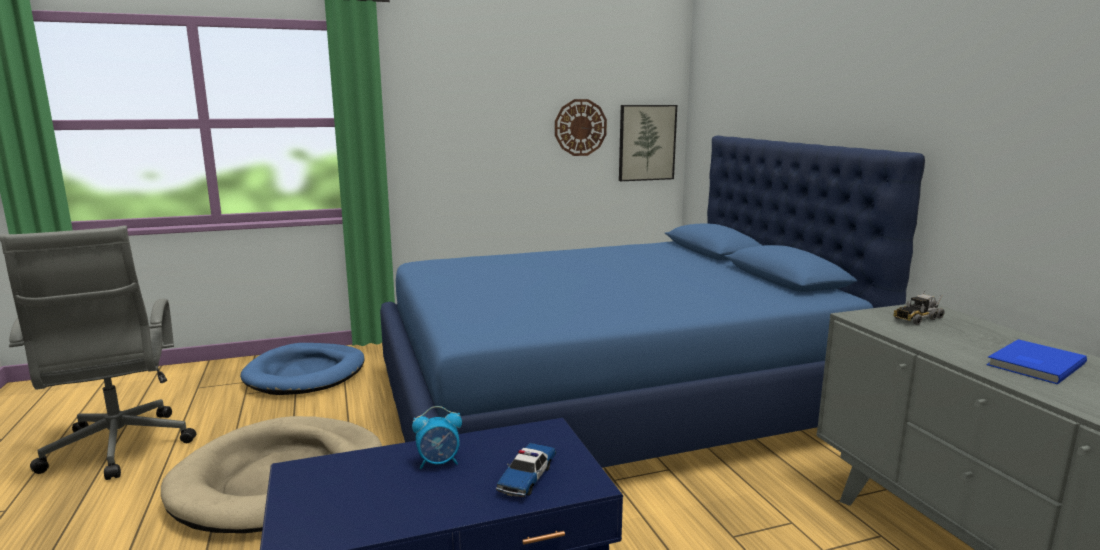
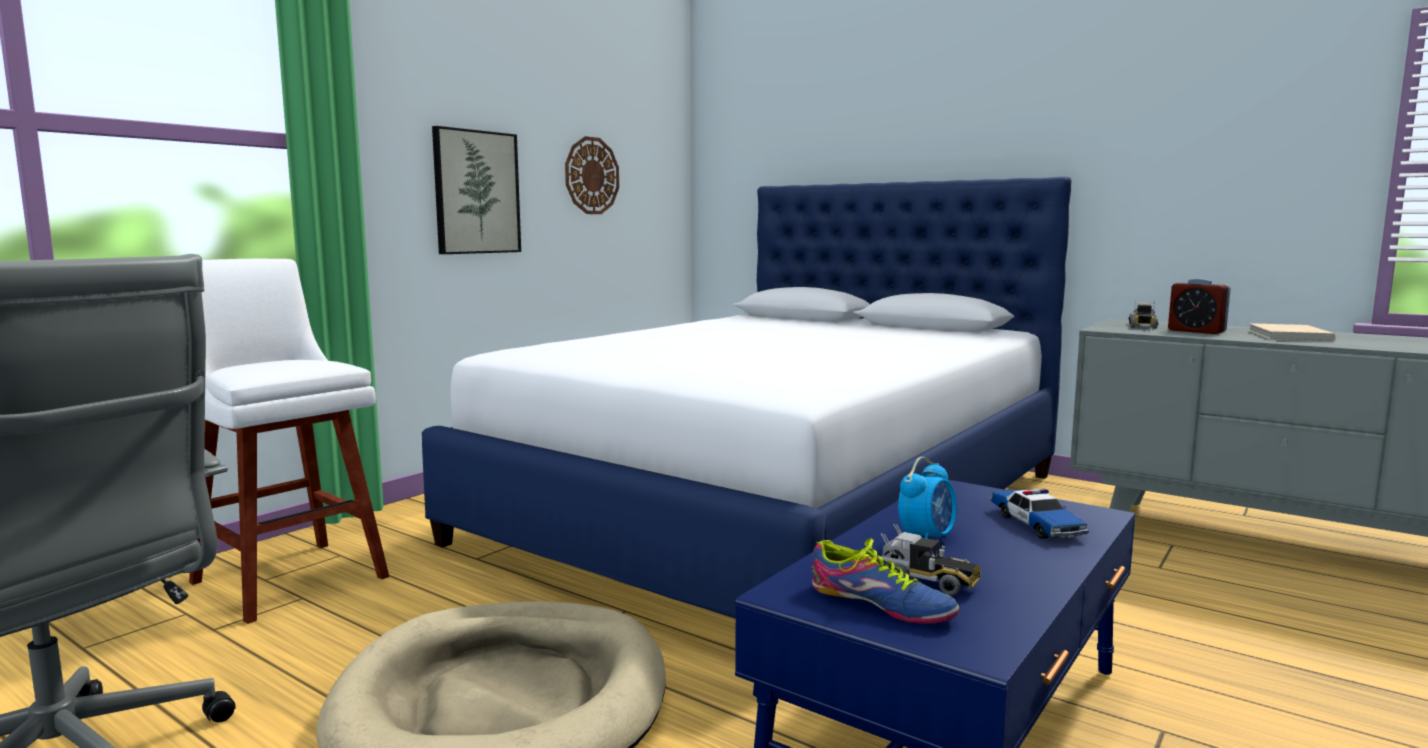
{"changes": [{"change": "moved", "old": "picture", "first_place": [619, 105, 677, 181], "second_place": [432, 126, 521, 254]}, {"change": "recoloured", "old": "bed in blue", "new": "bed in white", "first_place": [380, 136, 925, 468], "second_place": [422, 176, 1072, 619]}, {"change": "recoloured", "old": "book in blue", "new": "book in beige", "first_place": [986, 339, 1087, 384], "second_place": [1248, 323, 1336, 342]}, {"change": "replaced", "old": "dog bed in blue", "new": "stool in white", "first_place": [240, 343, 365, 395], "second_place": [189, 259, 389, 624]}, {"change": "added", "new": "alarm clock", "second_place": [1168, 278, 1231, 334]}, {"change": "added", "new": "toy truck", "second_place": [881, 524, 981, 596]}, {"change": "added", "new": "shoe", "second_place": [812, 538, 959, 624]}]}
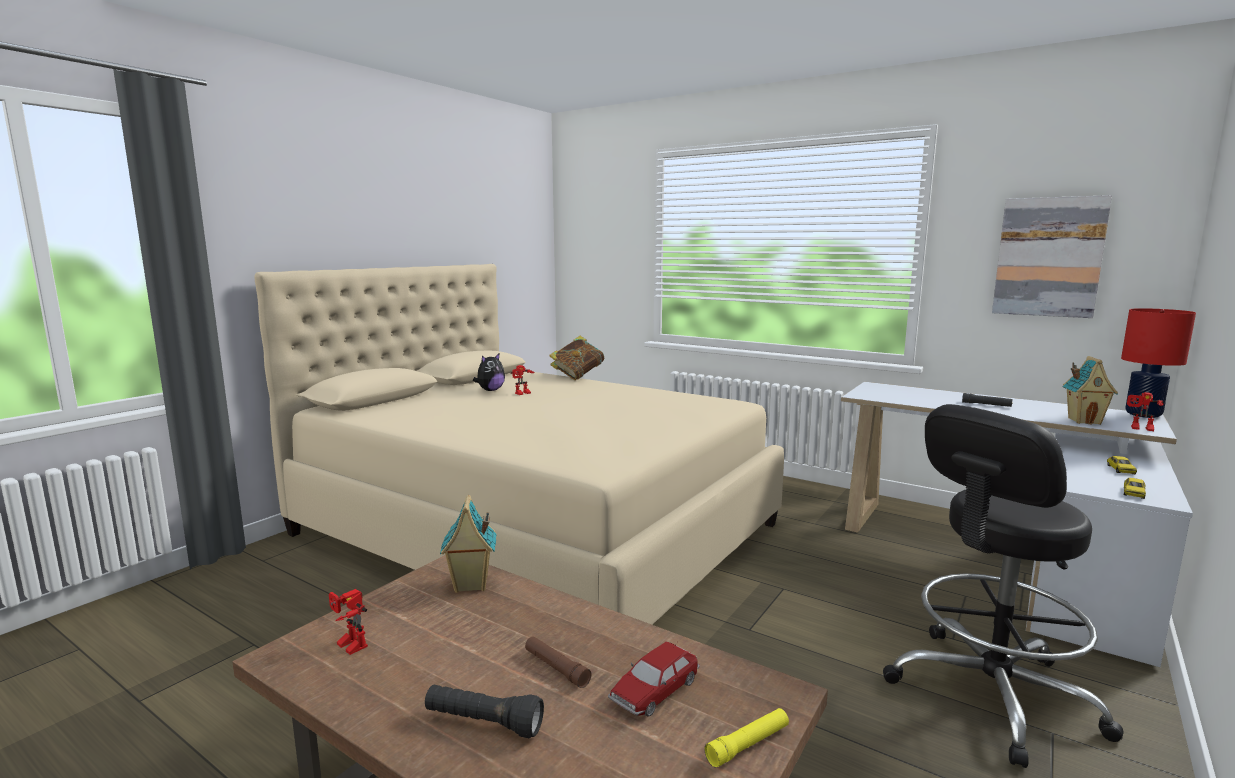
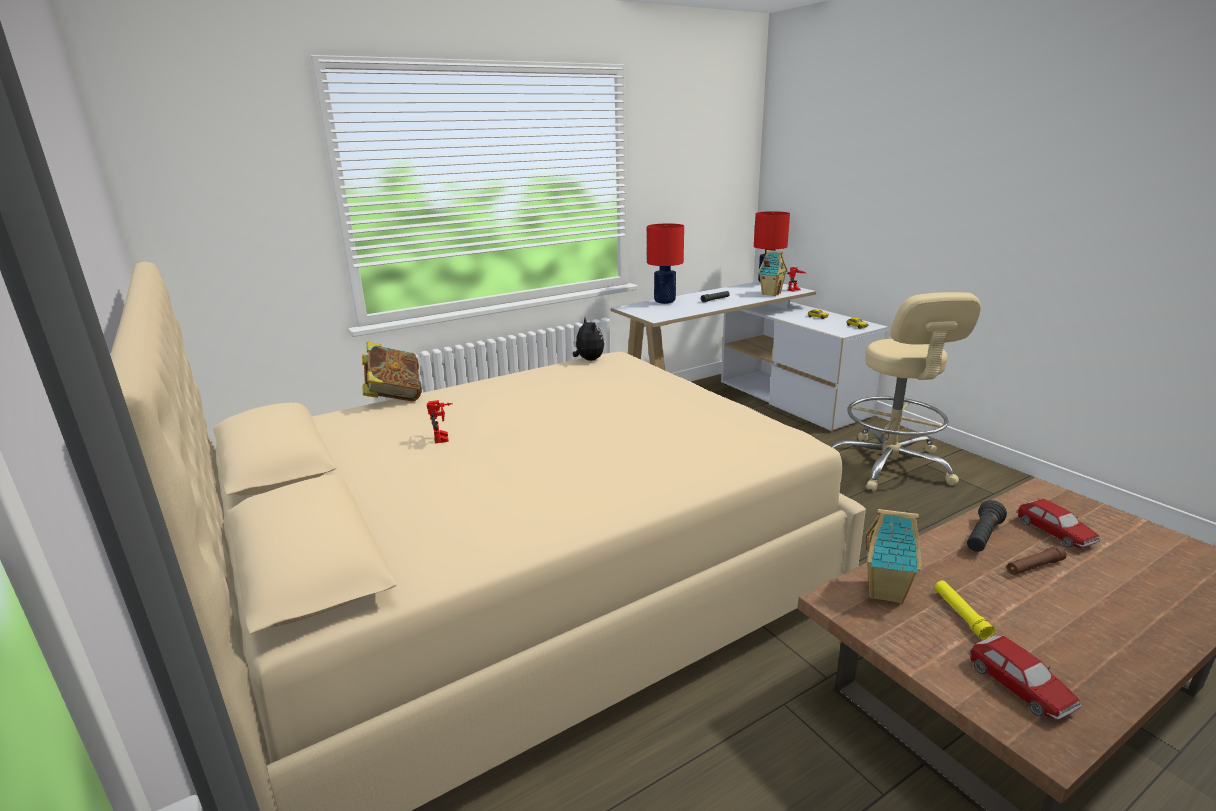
{"changes": [{"change": "removed", "old": "picture", "first_place": [992, 195, 1112, 318]}, {"change": "moved", "old": "plush toy", "first_place": [473, 353, 505, 391], "second_place": [572, 318, 604, 361]}, {"change": "recoloured", "old": "stool in black", "new": "stool in beige", "first_place": [883, 404, 1123, 768], "second_place": [831, 292, 981, 491]}, {"change": "replaced", "old": "toy robot", "new": "toy car", "first_place": [329, 589, 368, 655], "second_place": [968, 635, 1082, 720]}, {"change": "moved", "old": "flashlight in black", "first_place": [425, 685, 544, 738], "second_place": [967, 500, 1007, 552]}, {"change": "moved", "old": "flashlight in yellow", "first_place": [704, 708, 789, 768], "second_place": [935, 581, 995, 640]}, {"change": "added", "new": "table lamp in red", "second_place": [647, 223, 684, 304]}]}
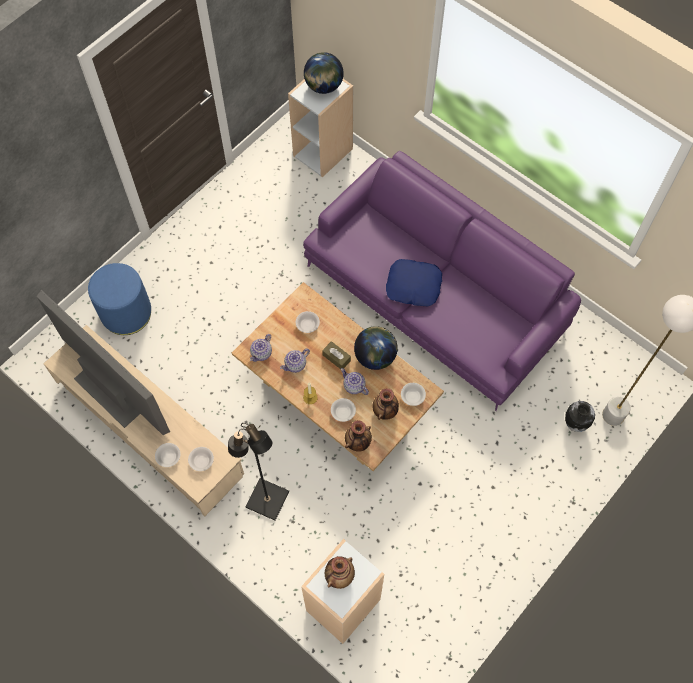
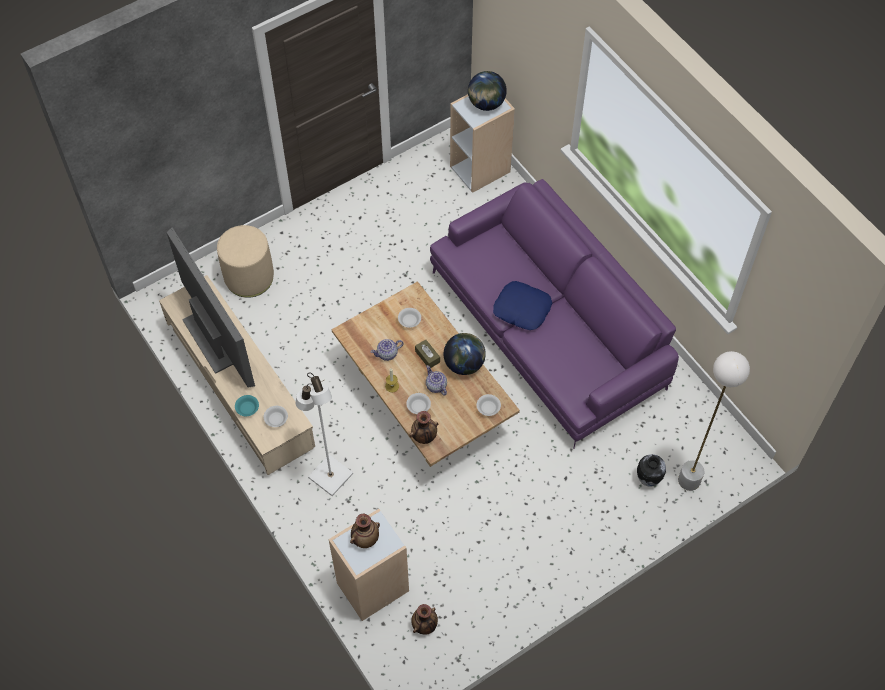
{"changes": [{"change": "recoloured", "old": "ottoman in blue", "new": "ottoman in beige", "first_place": [88, 263, 151, 335], "second_place": [217, 225, 274, 298]}, {"change": "removed", "old": "teapot", "first_place": [250, 334, 272, 362]}, {"change": "moved", "old": "vase", "first_place": [372, 388, 399, 420], "second_place": [411, 604, 438, 635]}, {"change": "recoloured", "old": "floor lamp in black", "new": "floor lamp in white", "first_place": [228, 423, 289, 520], "second_place": [296, 373, 353, 496]}, {"change": "recoloured", "old": "bowl in white", "new": "bowl in turquoise", "first_place": [155, 443, 181, 467], "second_place": [235, 395, 259, 416]}]}
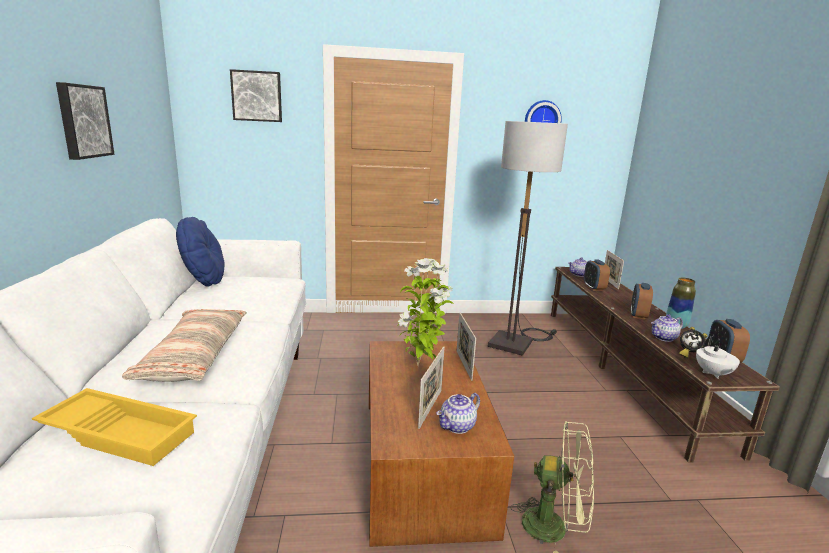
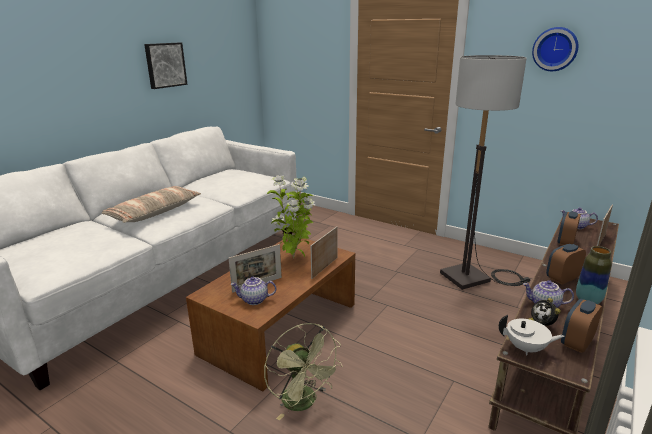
{"changes": [{"change": "removed", "old": "picture", "first_place": [230, 69, 282, 122]}, {"change": "removed", "old": "pillow in blue", "first_place": [176, 217, 225, 287]}, {"change": "turned", "old": "teapot in white", "first_place": [696, 336, 740, 379], "second_place": [499, 315, 565, 355], "degrees": -120}, {"change": "removed", "old": "tray in yellow", "first_place": [32, 388, 197, 466]}]}
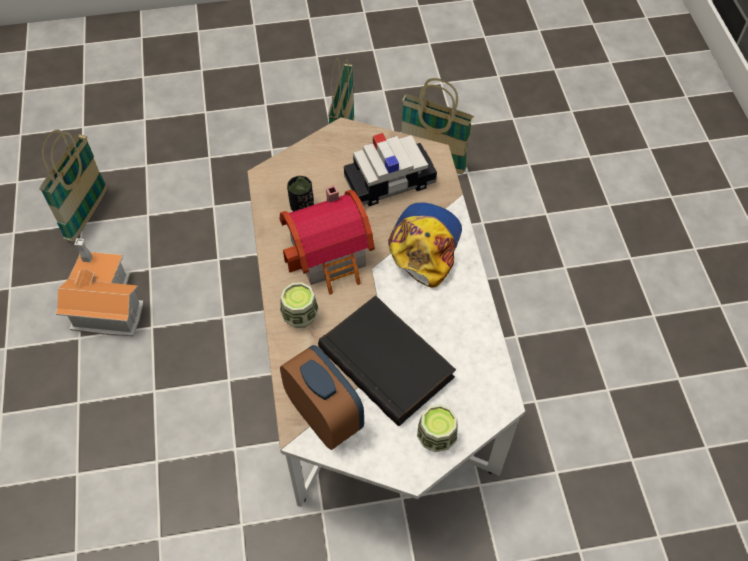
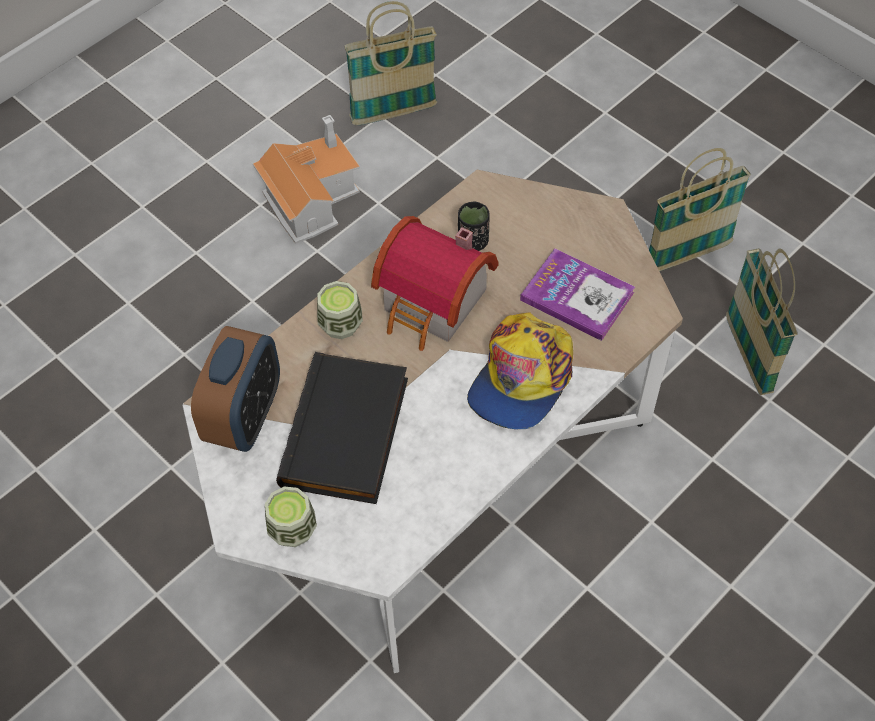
{"changes": [{"change": "replaced", "old": "toy car", "new": "book", "first_place": [344, 133, 437, 206], "second_place": [520, 248, 635, 341]}, {"change": "turned", "old": "cap", "first_place": [388, 203, 462, 287], "second_place": [467, 312, 573, 429], "degrees": 135}]}
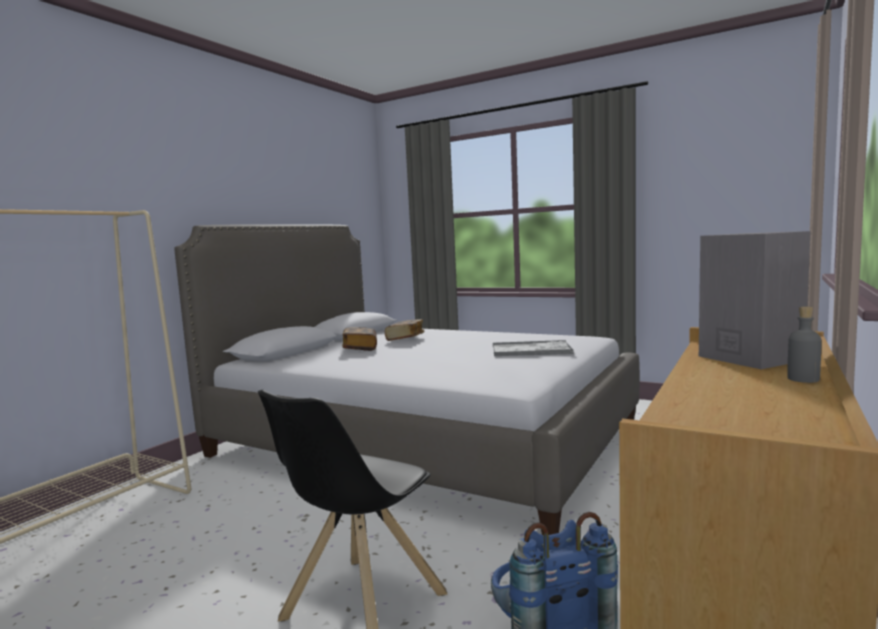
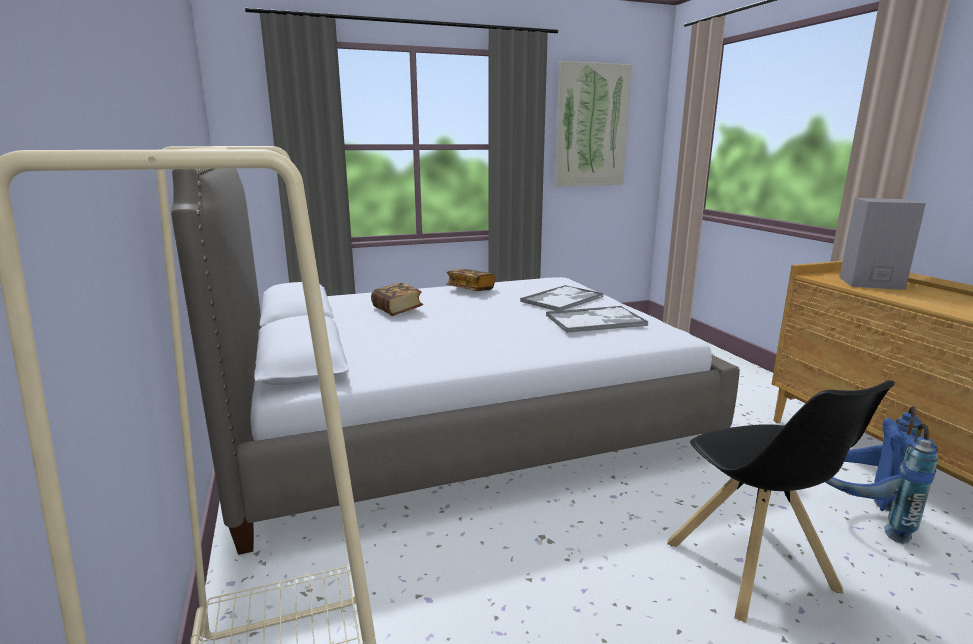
{"changes": [{"change": "removed", "old": "bottle in grey", "first_place": [787, 307, 822, 383]}, {"change": "moved", "old": "book", "first_place": [342, 327, 377, 351], "second_place": [446, 269, 495, 291]}, {"change": "added", "new": "picture", "second_place": [555, 61, 632, 186]}, {"change": "added", "new": "tray", "second_place": [546, 306, 648, 333]}]}
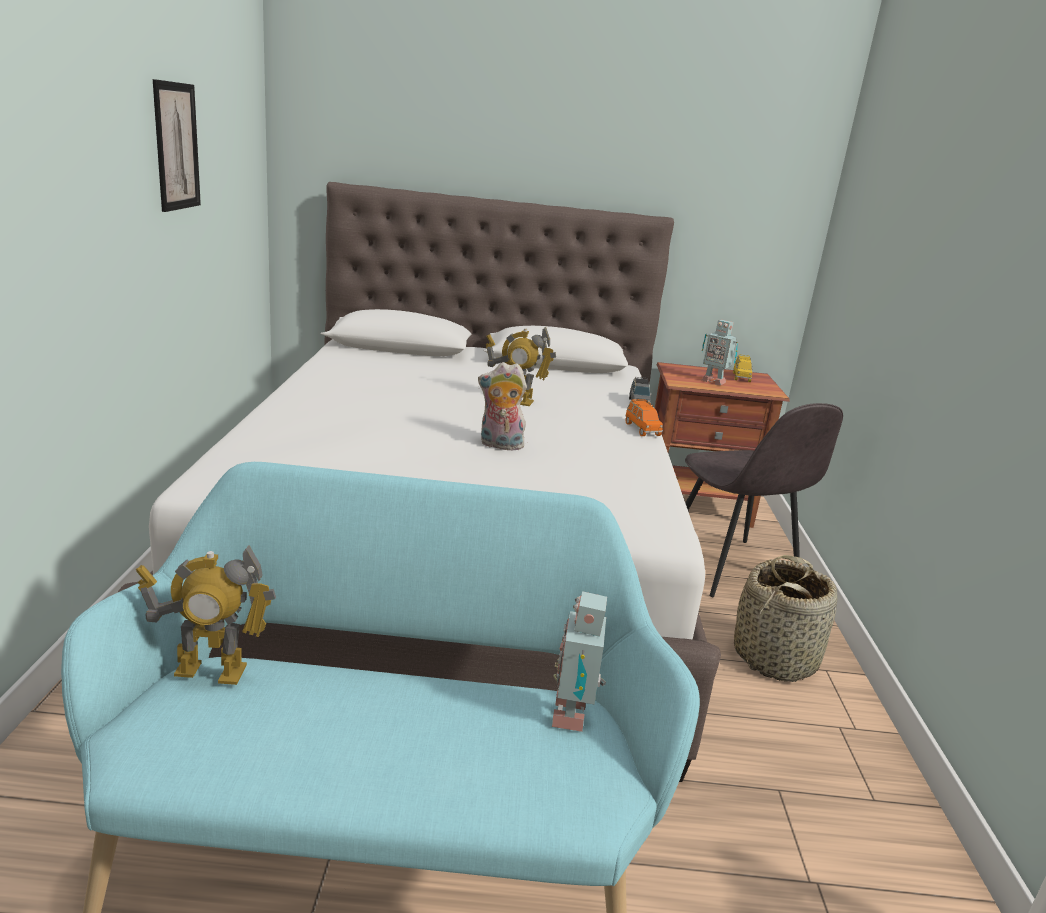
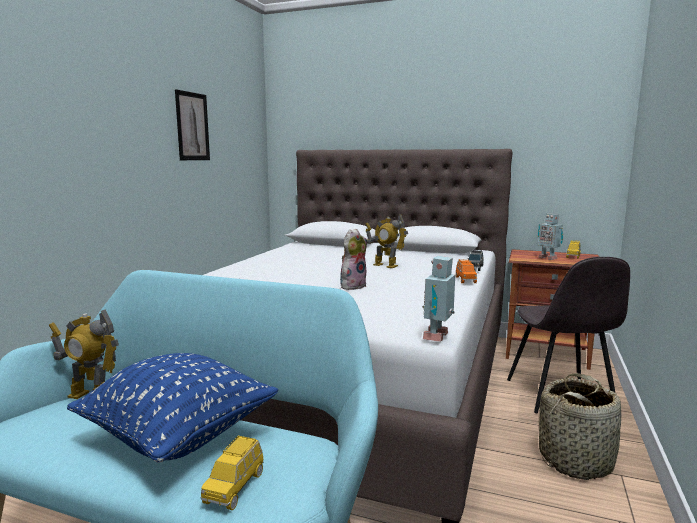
{"changes": [{"change": "turned", "old": "plush toy", "first_place": [478, 362, 527, 451], "second_place": [340, 229, 367, 290], "degrees": 105}, {"change": "moved", "old": "toy robot", "first_place": [552, 591, 607, 732], "second_place": [423, 256, 455, 342]}, {"change": "added", "new": "pillow in blue", "second_place": [67, 353, 278, 463]}, {"change": "added", "new": "toy car in yellow", "second_place": [201, 436, 264, 510]}]}
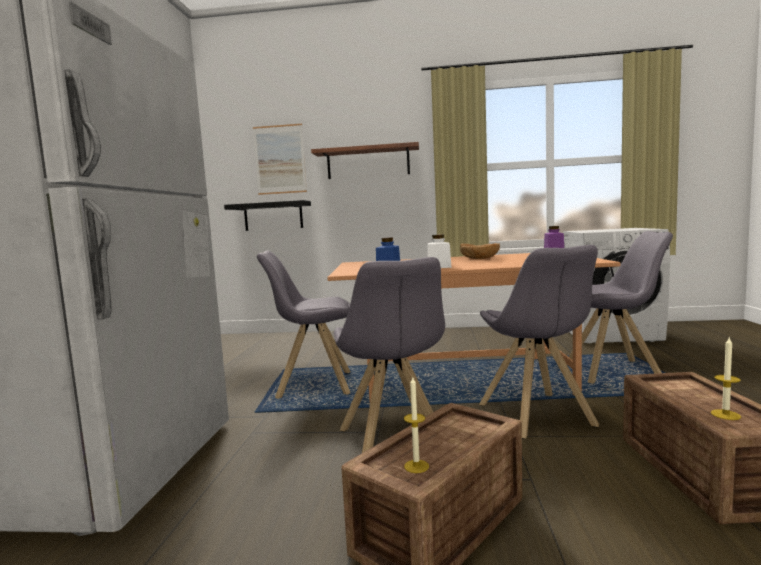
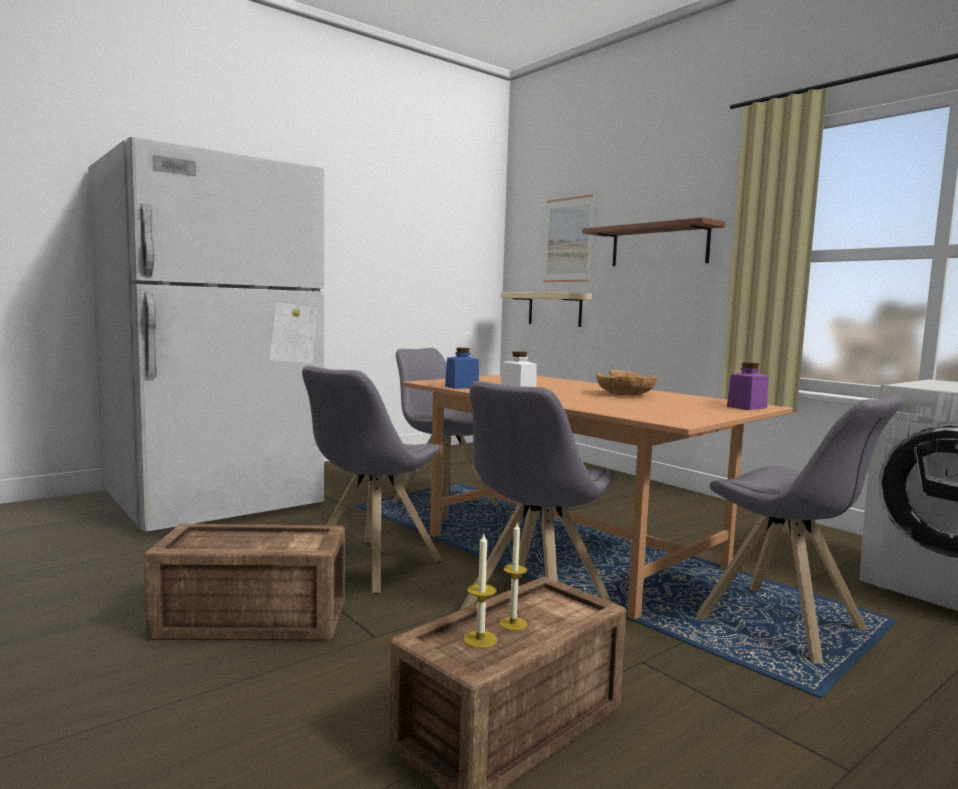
{"changes": [{"change": "recoloured", "old": "shelf in black", "new": "shelf in beige", "first_place": [224, 200, 311, 231], "second_place": [501, 292, 592, 327]}, {"change": "moved", "old": "candle", "first_place": [404, 377, 429, 473], "second_place": [499, 523, 527, 631]}]}
